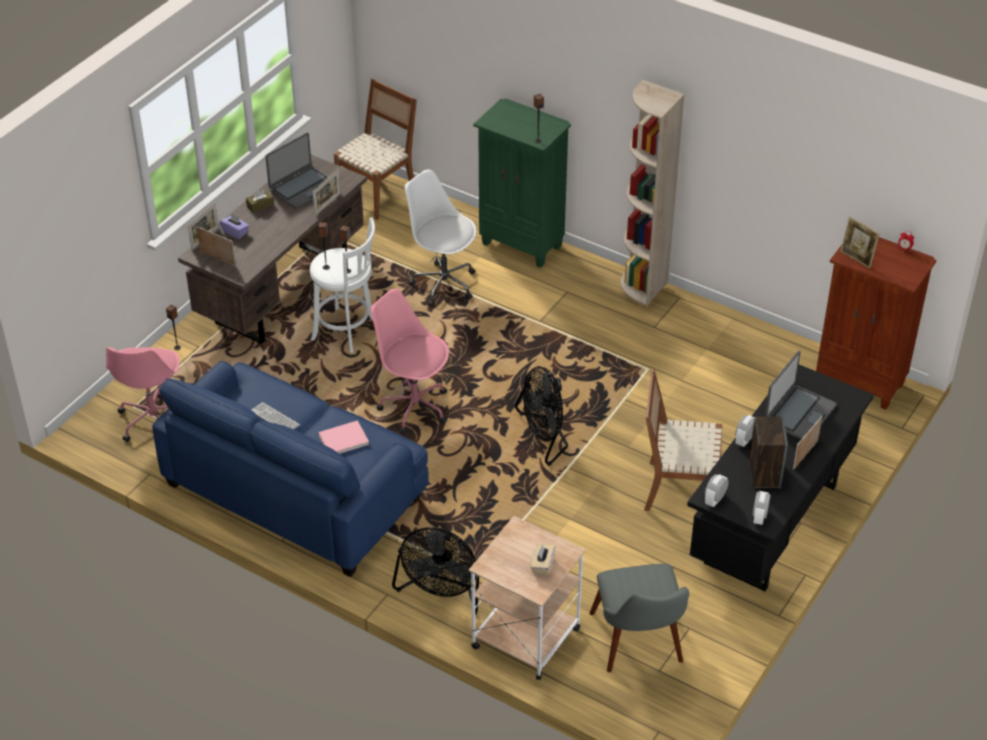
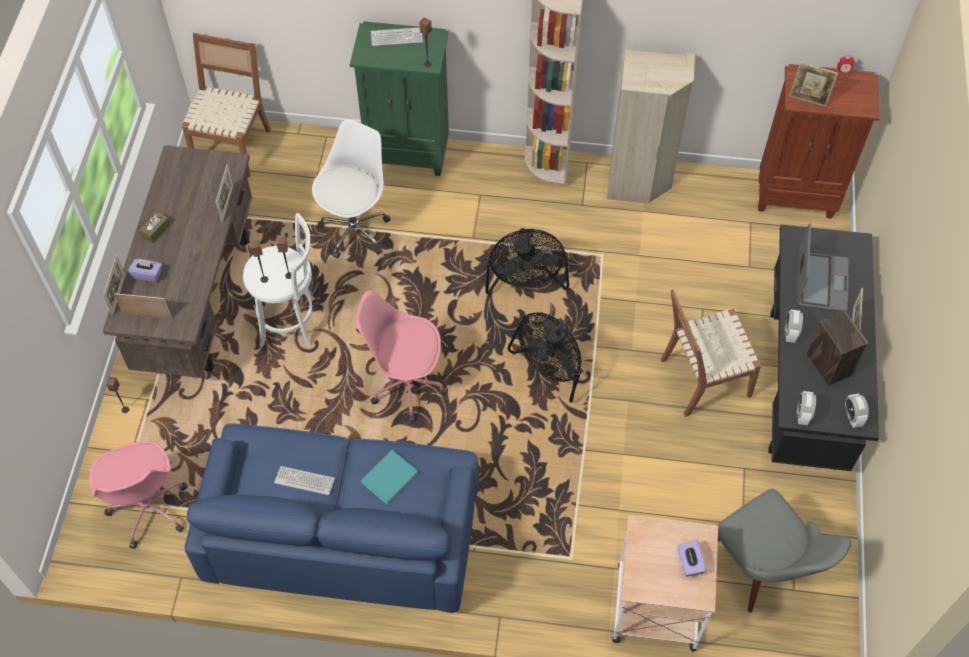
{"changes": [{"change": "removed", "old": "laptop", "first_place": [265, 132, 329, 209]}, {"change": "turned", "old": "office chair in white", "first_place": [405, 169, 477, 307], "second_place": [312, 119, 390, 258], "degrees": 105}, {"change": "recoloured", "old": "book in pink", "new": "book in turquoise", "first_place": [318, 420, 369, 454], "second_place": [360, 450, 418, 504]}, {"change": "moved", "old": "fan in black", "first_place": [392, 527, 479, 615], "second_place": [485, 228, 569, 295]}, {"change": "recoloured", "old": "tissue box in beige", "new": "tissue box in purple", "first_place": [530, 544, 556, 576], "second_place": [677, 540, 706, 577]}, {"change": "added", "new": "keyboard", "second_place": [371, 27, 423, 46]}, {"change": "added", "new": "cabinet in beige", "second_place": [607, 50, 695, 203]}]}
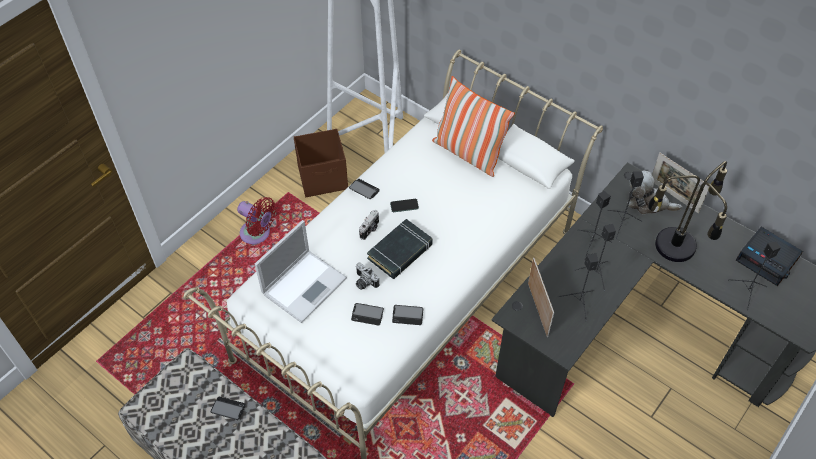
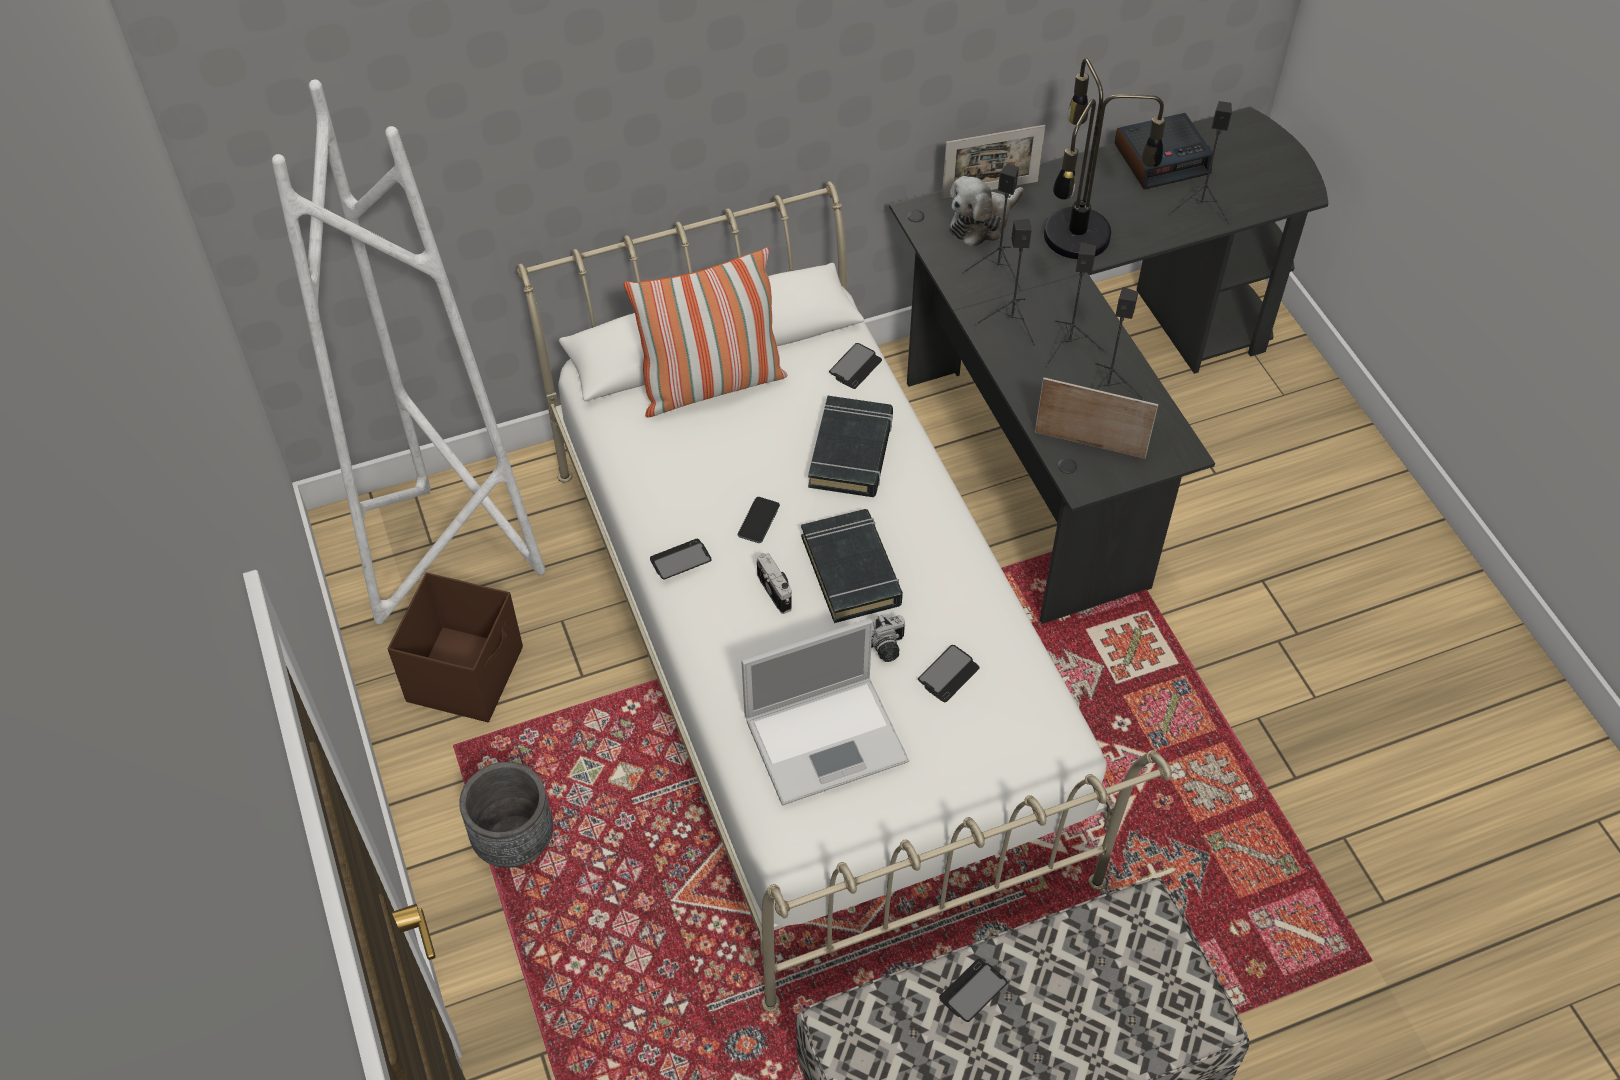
{"changes": [{"change": "replaced", "old": "fan in red", "new": "planter in grey", "first_place": [237, 197, 276, 244], "second_place": [459, 762, 553, 868]}, {"change": "turned", "old": "laptop", "first_place": [255, 220, 347, 323], "second_place": [741, 618, 909, 805], "degrees": 90}, {"change": "moved", "old": "phone", "first_place": [392, 305, 423, 325], "second_place": [829, 343, 882, 389]}, {"change": "added", "new": "book in black", "second_place": [808, 396, 893, 497]}]}
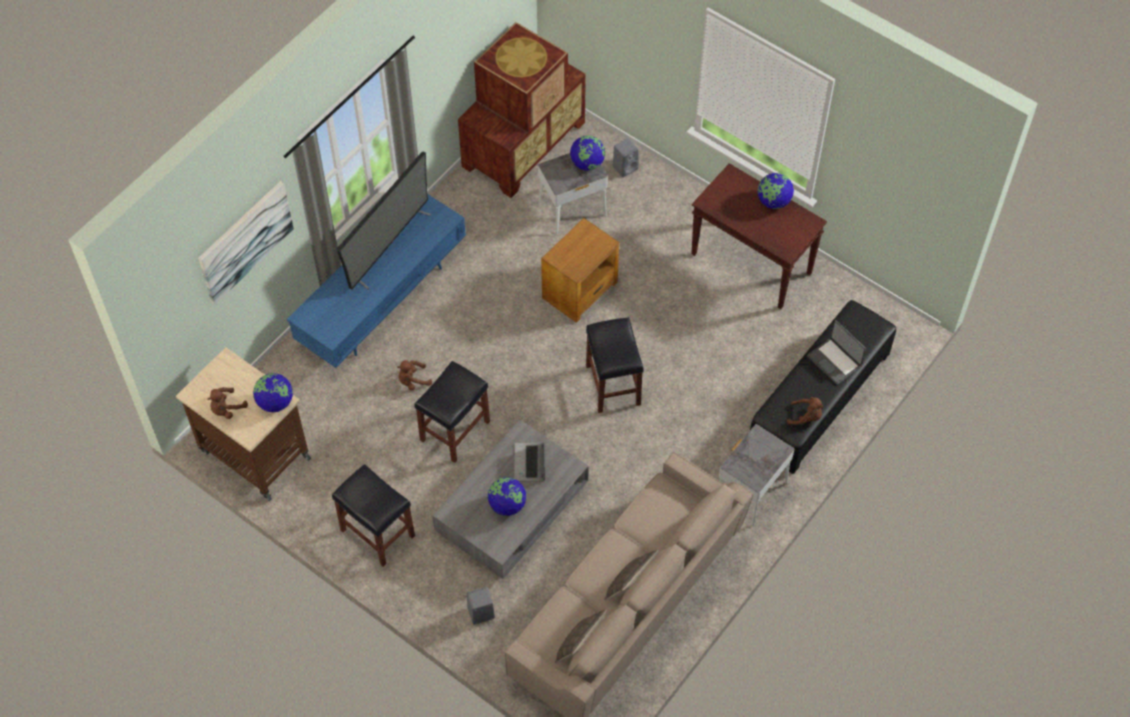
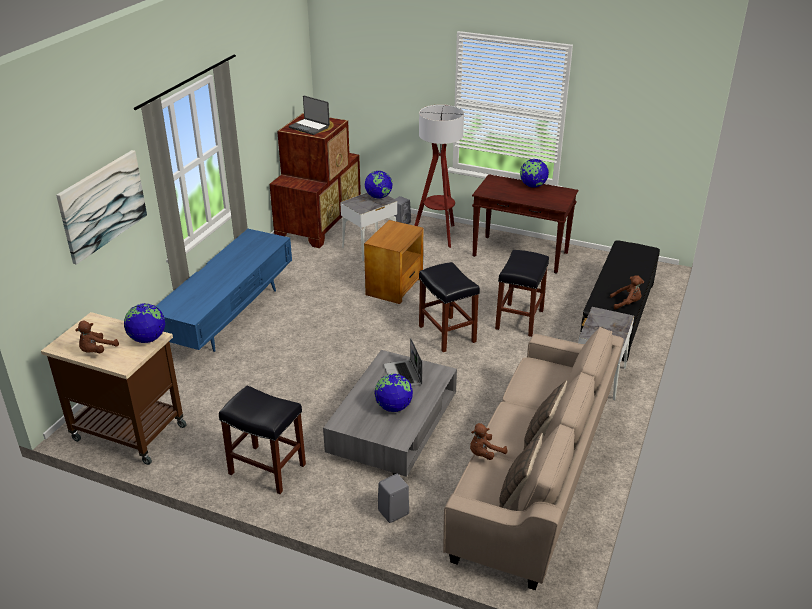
{"changes": [{"change": "removed", "old": "television", "first_place": [337, 151, 431, 290]}, {"change": "moved", "old": "laptop", "first_place": [807, 320, 866, 385], "second_place": [289, 96, 330, 135]}, {"change": "moved", "old": "plush toy in brown", "first_place": [397, 360, 432, 391], "second_place": [470, 423, 507, 460]}, {"change": "moved", "old": "stool in black", "first_place": [414, 361, 490, 463], "second_place": [495, 250, 549, 337]}, {"change": "added", "new": "floor lamp", "second_place": [414, 104, 464, 248]}]}
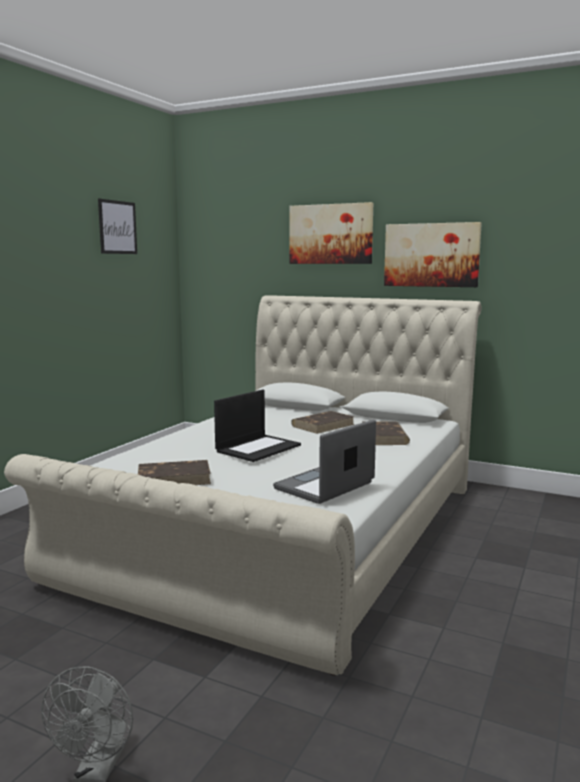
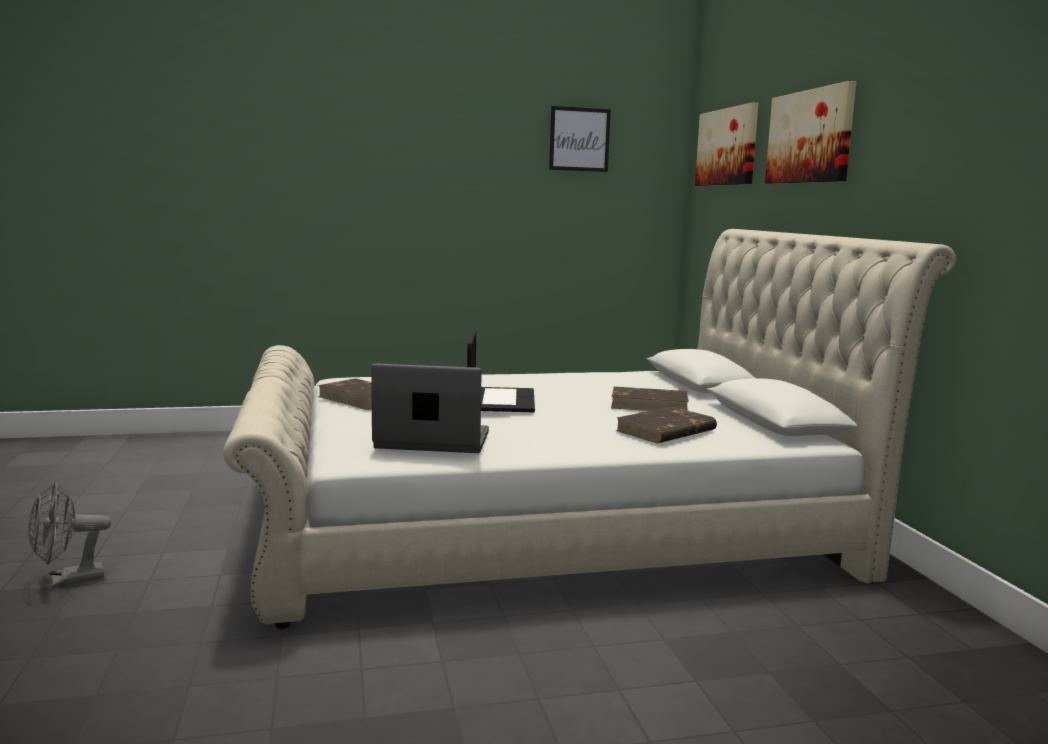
{"changes": [{"change": "moved", "old": "picture", "first_place": [384, 222, 482, 287], "second_place": [695, 103, 759, 186]}, {"change": "turned", "old": "laptop", "first_place": [214, 390, 301, 462], "second_place": [467, 329, 535, 412], "degrees": -90}]}
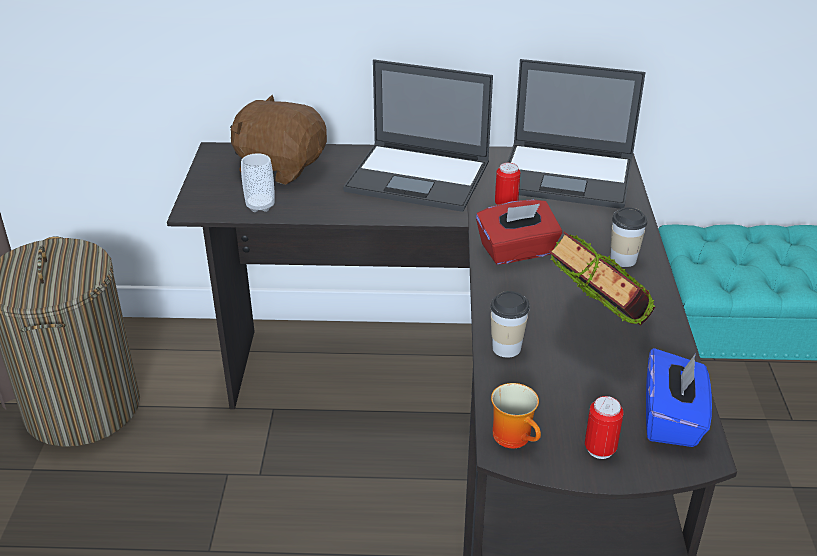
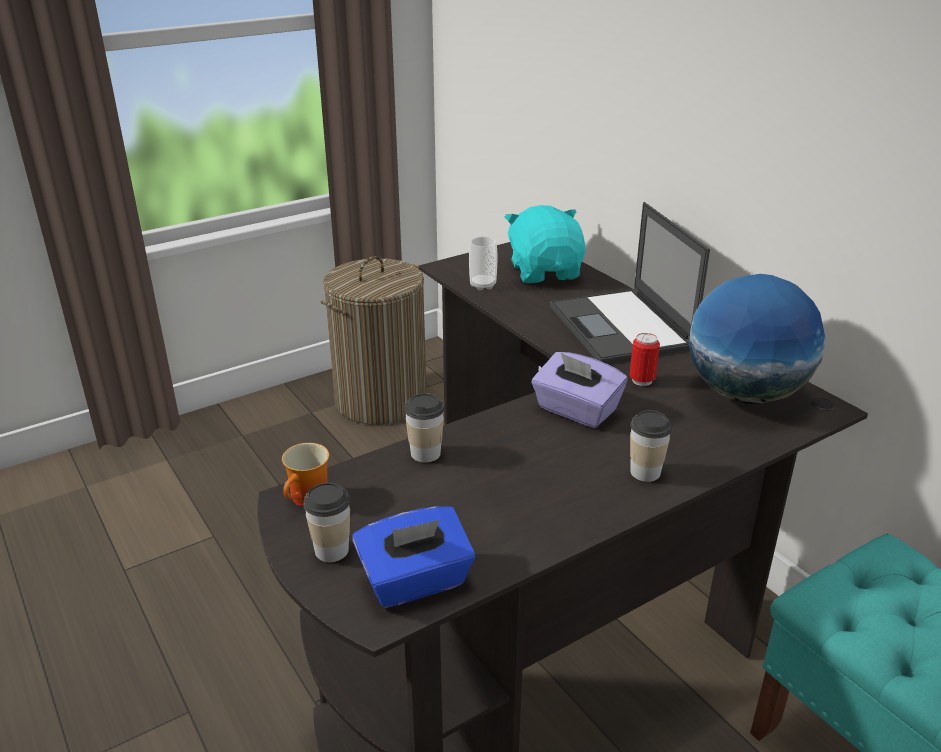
{"changes": [{"change": "replaced", "old": "laptop", "new": "globe", "first_place": [507, 59, 646, 209], "second_place": [689, 274, 826, 404]}, {"change": "recoloured", "old": "plush toy in brown", "new": "plush toy in turquoise", "first_place": [230, 95, 327, 185], "second_place": [505, 205, 586, 283]}, {"change": "recoloured", "old": "tissue box in red", "new": "tissue box in purple", "first_place": [476, 199, 562, 265], "second_place": [531, 352, 627, 428]}, {"change": "removed", "old": "book", "first_place": [548, 232, 655, 326]}, {"change": "replaced", "old": "can", "new": "cup", "first_place": [585, 396, 624, 459], "second_place": [303, 482, 350, 562]}]}
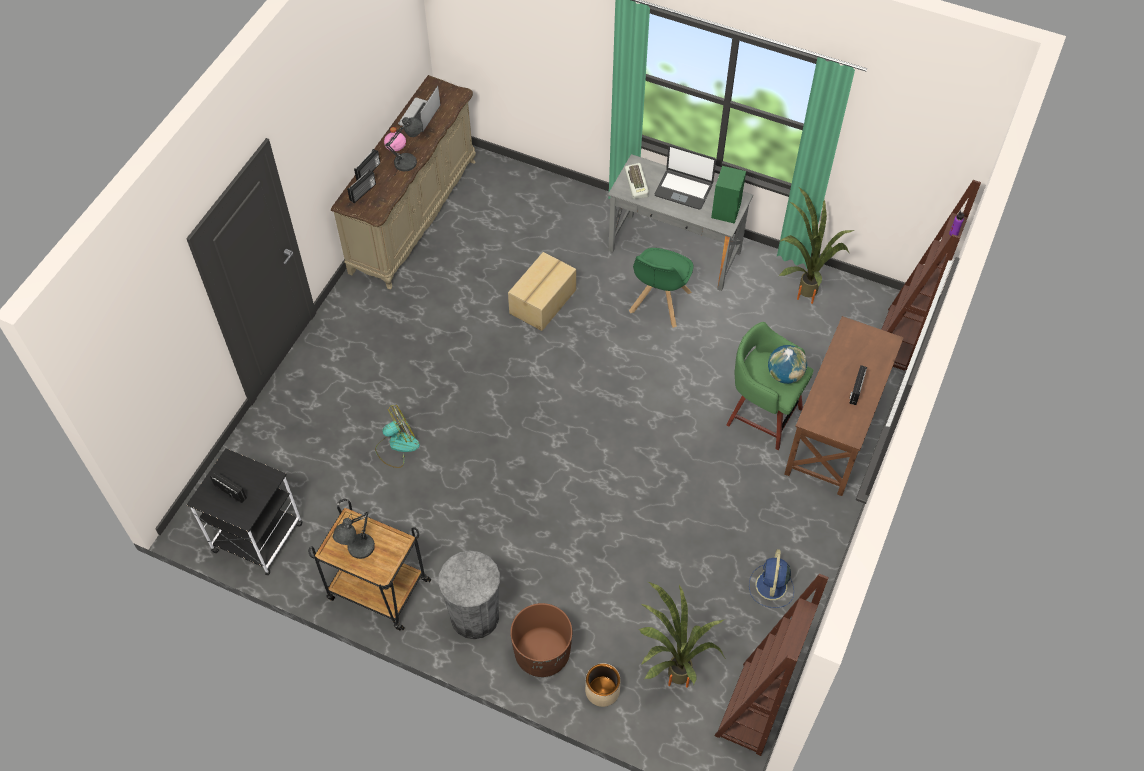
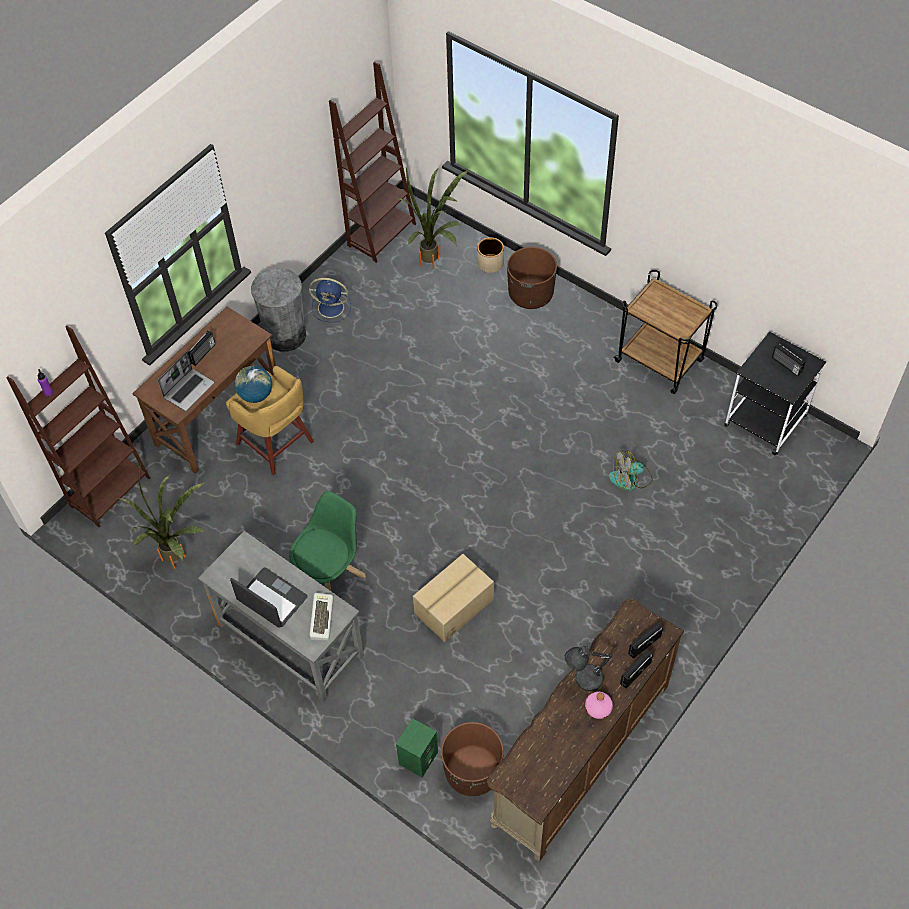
{"changes": [{"change": "moved", "old": "laptop", "first_place": [398, 86, 440, 132], "second_place": [158, 352, 214, 411]}, {"change": "moved", "old": "speaker in green", "first_place": [711, 166, 746, 224], "second_place": [396, 718, 438, 778]}, {"change": "recoloured", "old": "stool in green", "new": "stool in yellow", "first_place": [727, 322, 813, 450], "second_place": [226, 366, 314, 476]}, {"change": "removed", "old": "table lamp in grey", "first_place": [333, 512, 375, 559]}, {"change": "turned", "old": "fan in blue", "first_place": [749, 549, 794, 608], "second_place": [309, 278, 351, 323], "degrees": 75}, {"change": "moved", "old": "trash can in grey", "first_place": [438, 550, 500, 639], "second_place": [251, 268, 306, 352]}, {"change": "added", "new": "planter in brown", "second_place": [441, 722, 504, 796]}]}
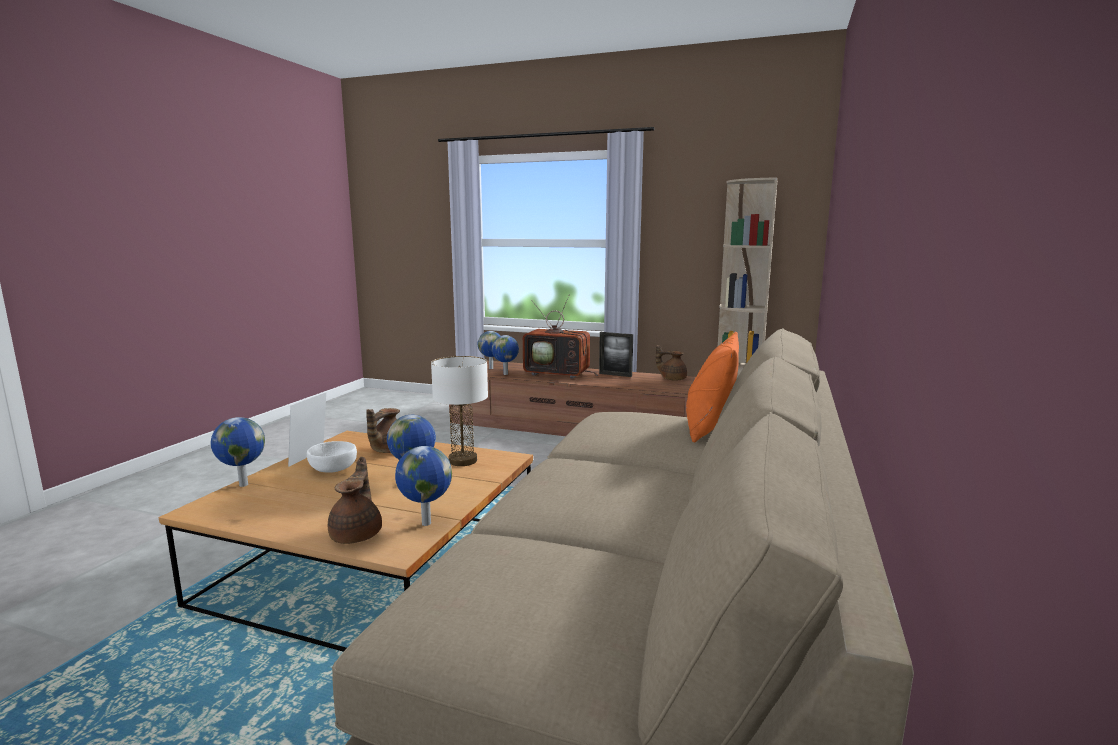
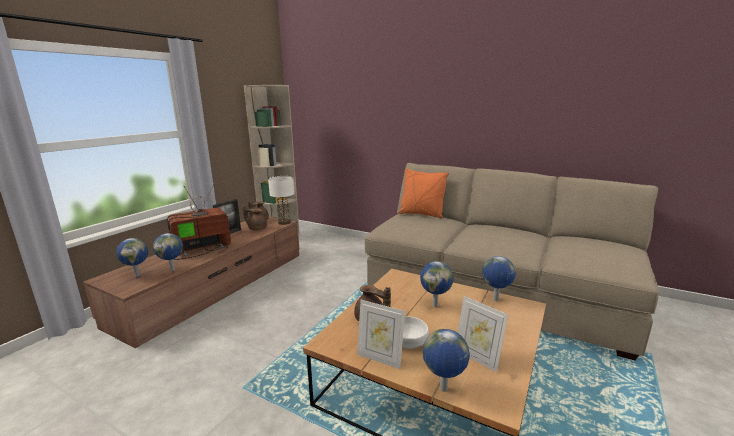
{"changes": [{"change": "turned", "old": "television", "first_place": [523, 296, 599, 378], "second_place": [167, 184, 231, 260], "degrees": -150}, {"change": "moved", "old": "table lamp", "first_place": [431, 356, 488, 466], "second_place": [268, 176, 294, 225]}, {"change": "moved", "old": "teapot in brown", "first_place": [328, 457, 382, 544], "second_place": [242, 205, 267, 230]}, {"change": "added", "new": "picture frame", "second_place": [458, 296, 508, 373]}]}
